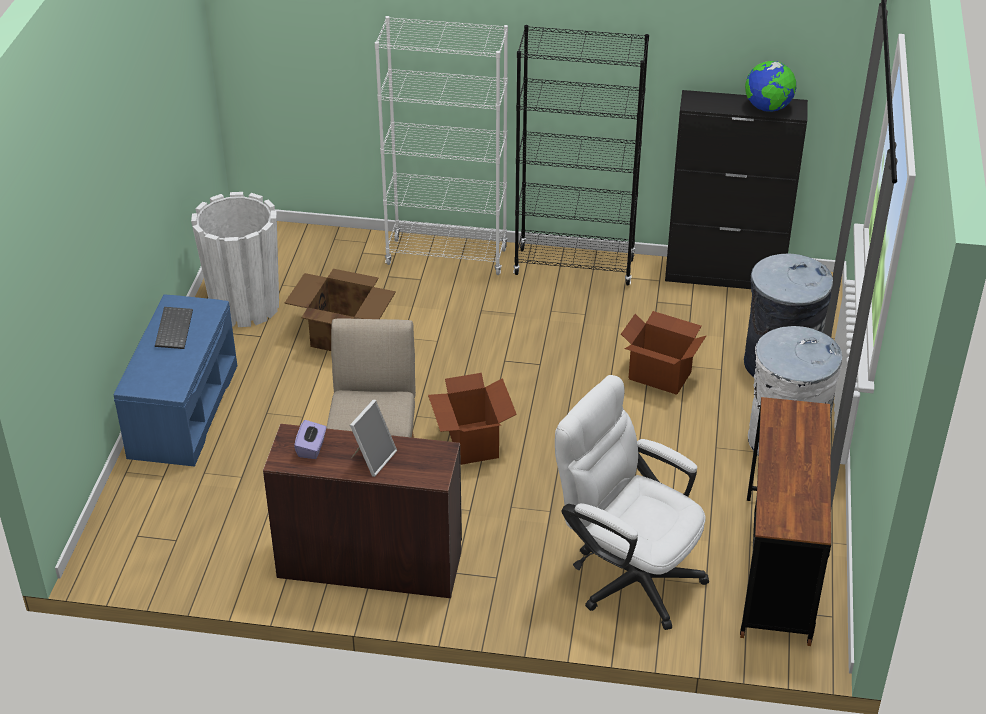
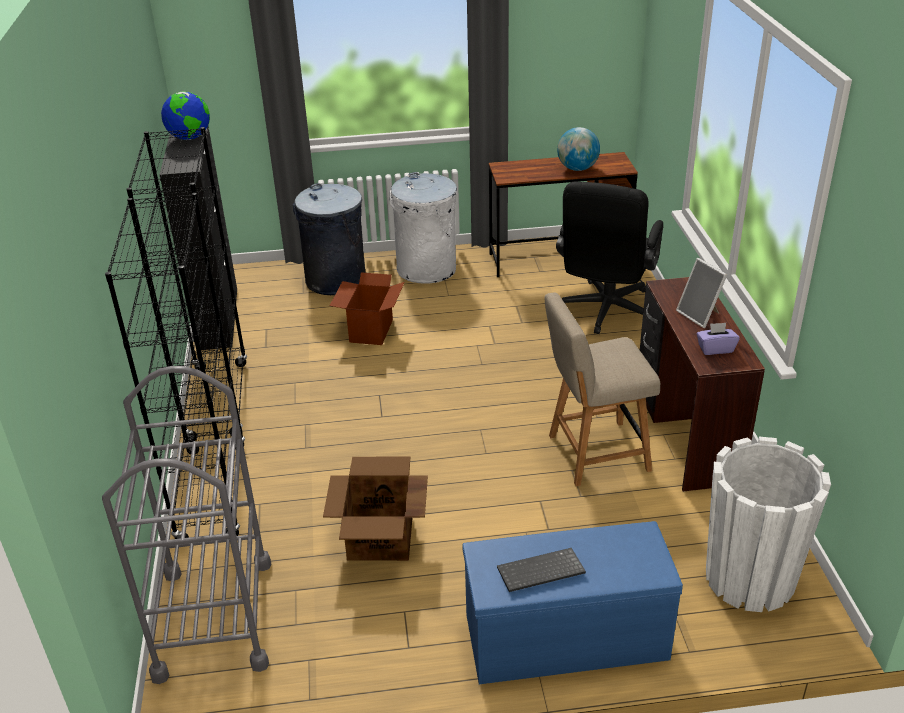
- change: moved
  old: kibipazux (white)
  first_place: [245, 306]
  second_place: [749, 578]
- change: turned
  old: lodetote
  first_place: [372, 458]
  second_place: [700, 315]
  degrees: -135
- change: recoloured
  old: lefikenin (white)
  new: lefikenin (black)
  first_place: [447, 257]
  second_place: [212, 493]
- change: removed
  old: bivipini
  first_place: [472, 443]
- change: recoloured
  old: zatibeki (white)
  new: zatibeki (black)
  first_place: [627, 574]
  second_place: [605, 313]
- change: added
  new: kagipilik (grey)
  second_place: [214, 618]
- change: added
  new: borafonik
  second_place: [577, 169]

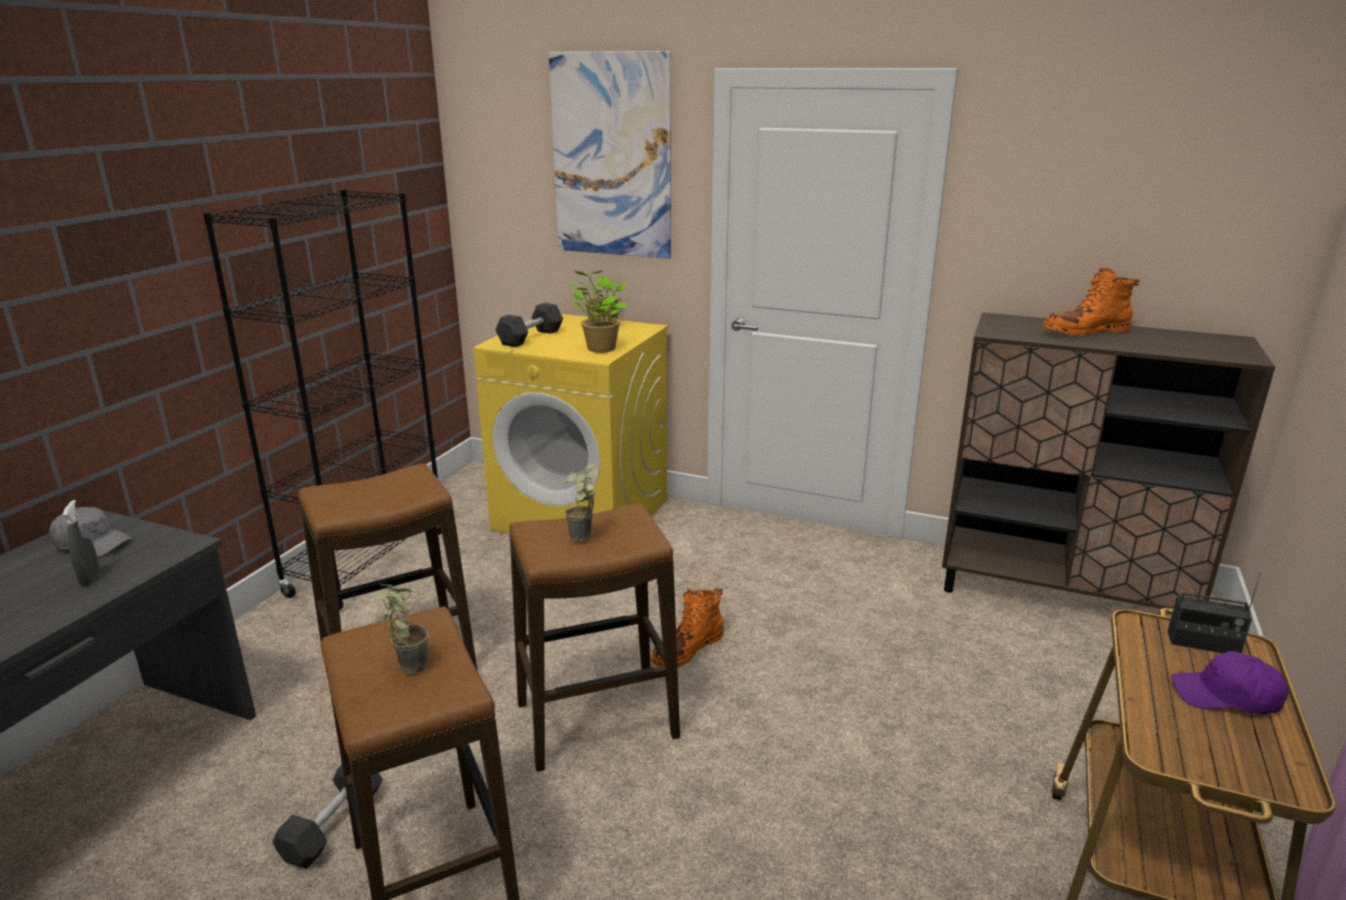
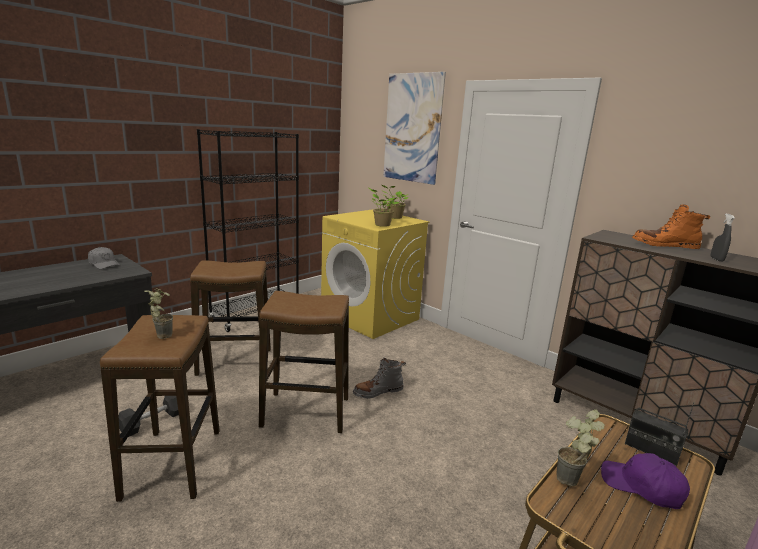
- change: moved
  old: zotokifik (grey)
  first_place: [90, 579]
  second_place: [716, 259]
- change: removed
  old: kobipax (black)
  first_place: [530, 337]
- change: moved
  old: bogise
  first_place: [584, 540]
  second_place: [571, 484]
- change: recoloured
  old: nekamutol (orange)
  new: nekamutol (grey)
  first_place: [687, 649]
  second_place: [378, 392]

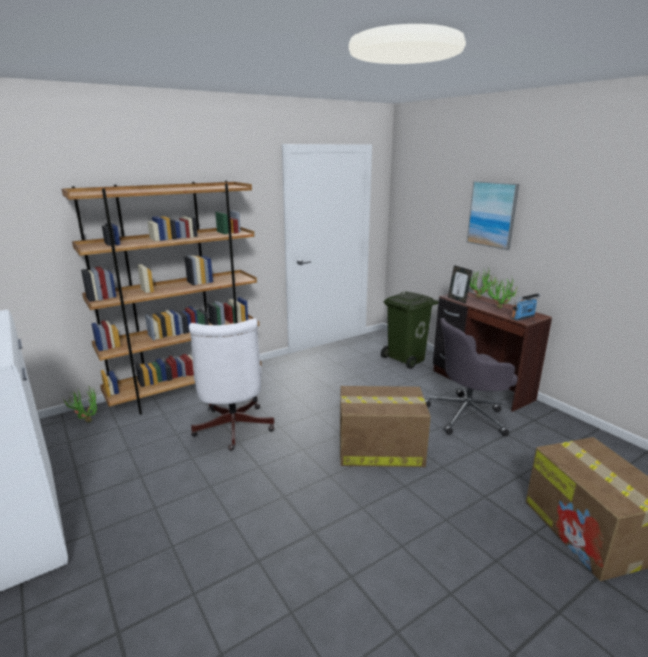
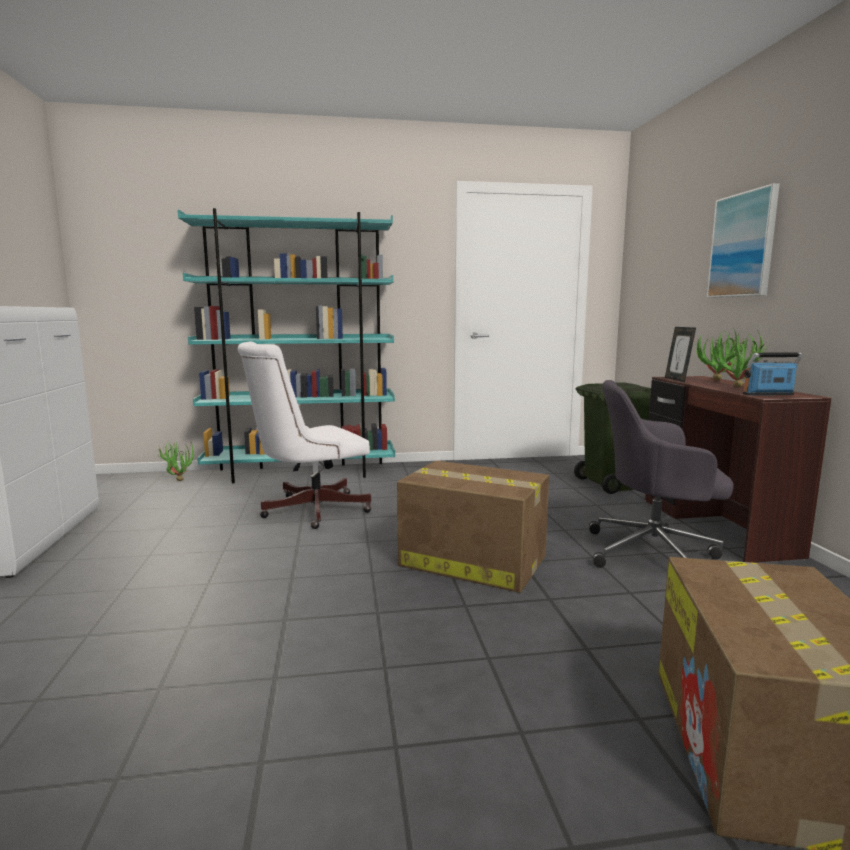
- change: recoloured
  old: lefikenin (brown)
  new: lefikenin (turquoise)
  first_place: [187, 390]
  second_place: [302, 473]
- change: turned
  old: zatibeki (white)
  first_place: [232, 430]
  second_place: [308, 510]
  degrees: 45

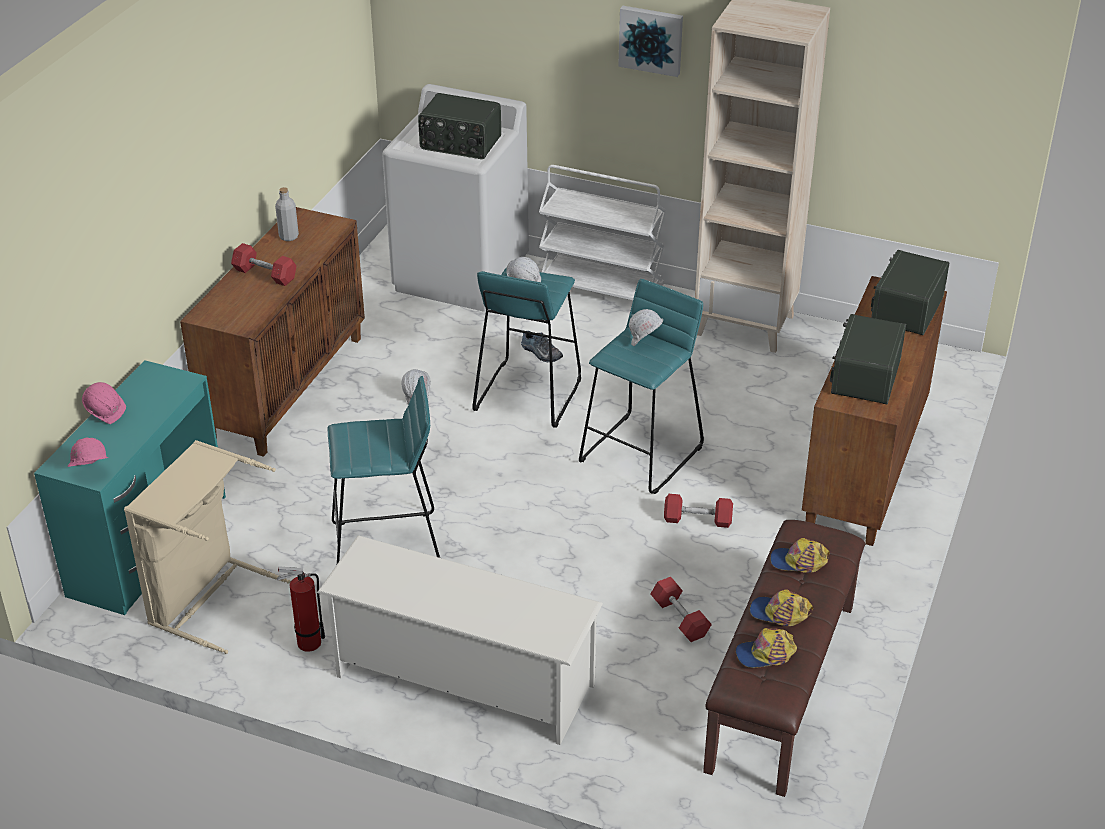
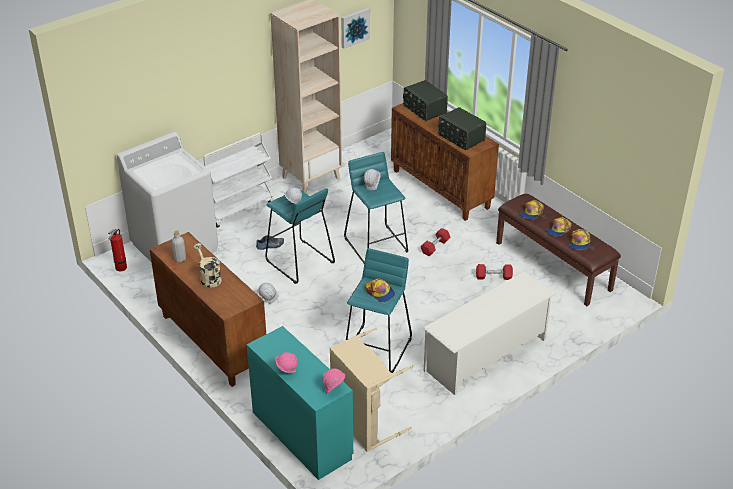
- change: replaced
  old: kobipax (red)
  new: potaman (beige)
  first_place: [265, 274]
  second_place: [209, 278]
- change: moved
  old: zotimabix
  first_place: [306, 643]
  second_place: [120, 268]
- change: removed
  old: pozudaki
  first_place: [460, 144]
- change: moved
  old: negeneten
  first_place: [651, 39]
  second_place: [354, 27]
- change: added
  new: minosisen
  second_place: [380, 292]

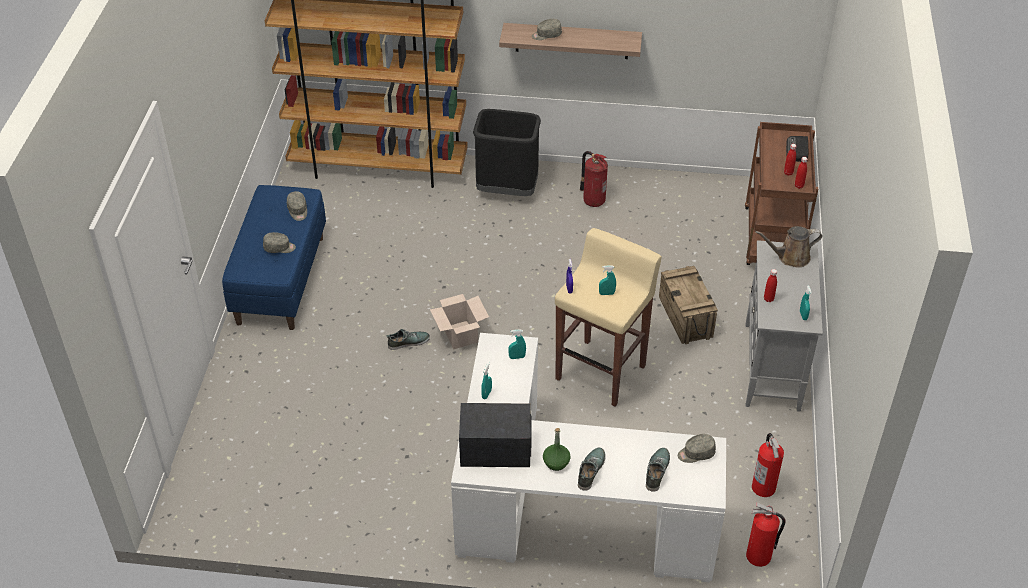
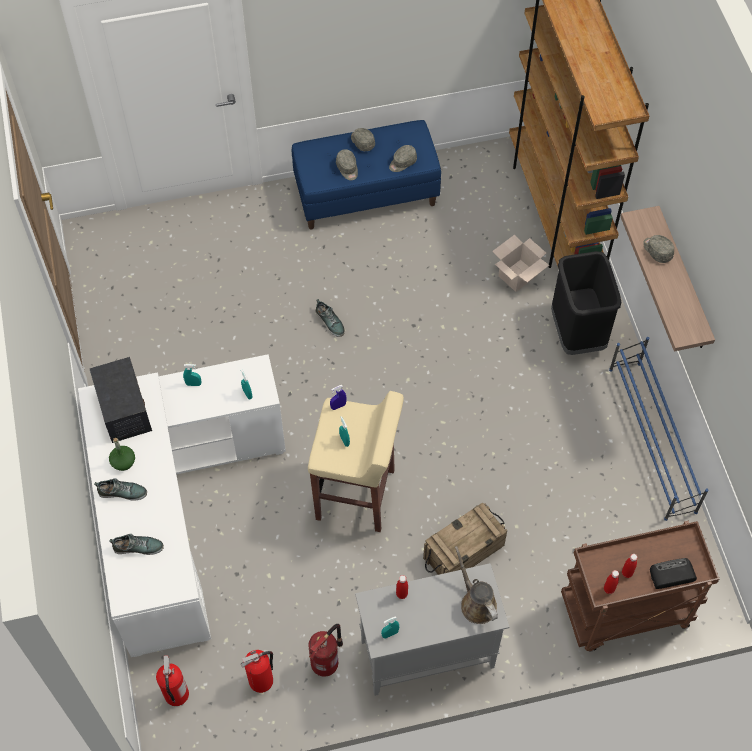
- change: moved
  old: bivipini
  first_place: [459, 334]
  second_place: [518, 274]
- change: moved
  old: zotimabix
  first_place: [593, 200]
  second_place: [326, 662]
- change: moved
  old: minosisen (grey)
  first_place: [696, 453]
  second_place: [362, 142]
- change: added
  new: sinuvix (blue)
  second_place: [651, 440]

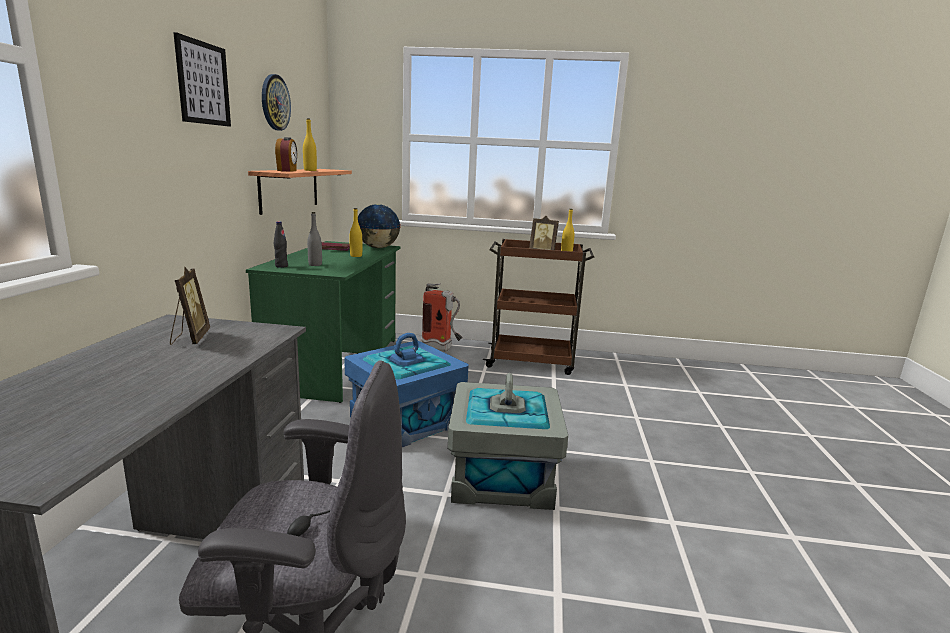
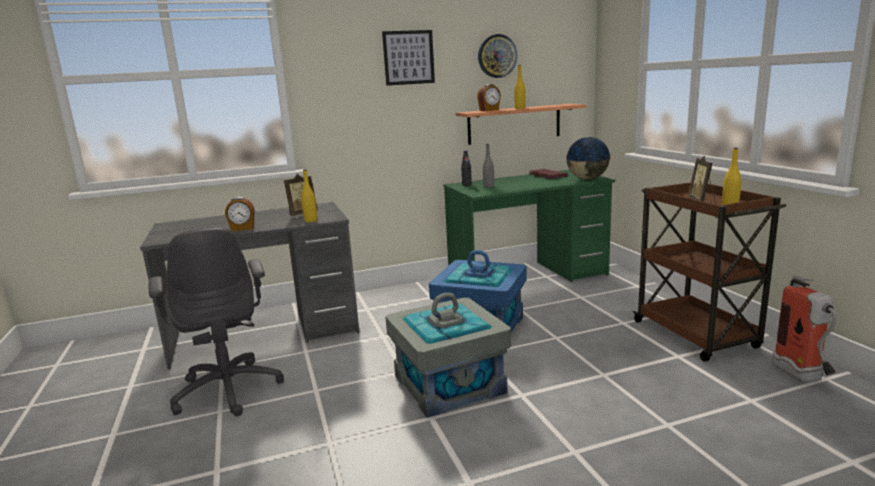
- change: moved
  old: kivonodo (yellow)
  first_place: [356, 256]
  second_place: [311, 221]
- change: moved
  old: zotimabix
  first_place: [441, 349]
  second_place: [802, 378]
- change: added
  new: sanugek
  second_place: [242, 228]

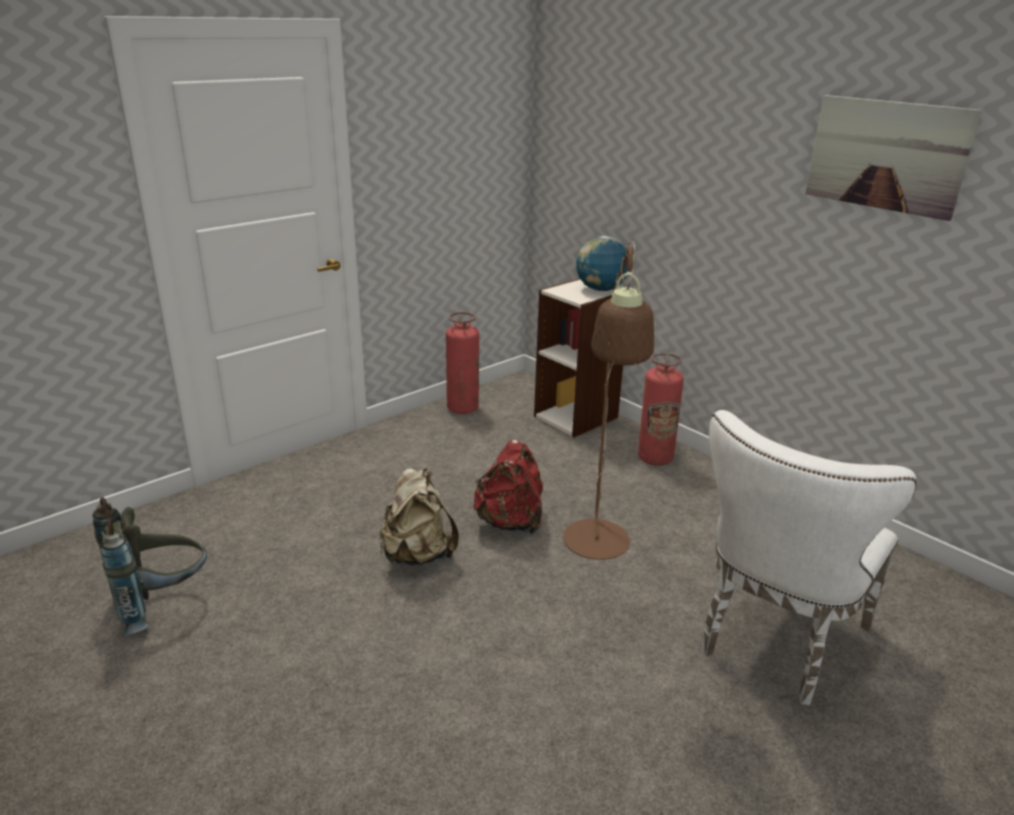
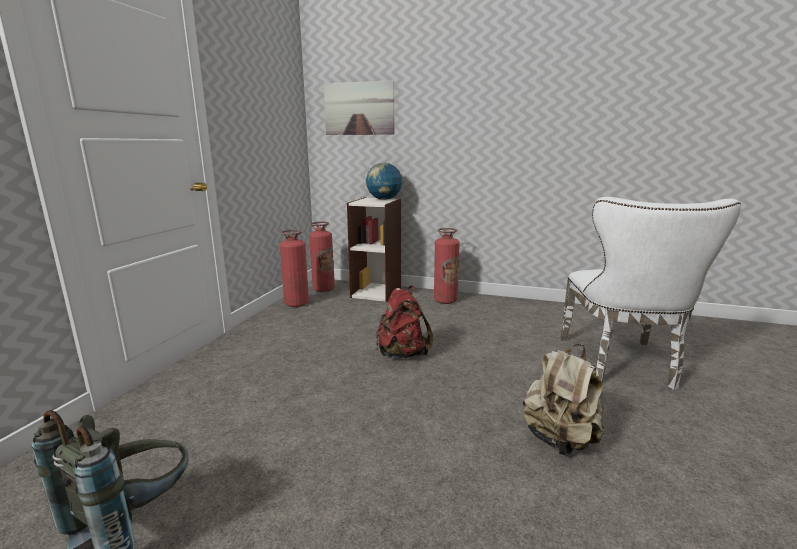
- change: moved
  old: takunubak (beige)
  first_place: [417, 555]
  second_place: [560, 440]
- change: removed
  old: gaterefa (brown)
  first_place: [597, 550]
- change: moved
  old: negeneten
  first_place: [886, 155]
  second_place: [359, 108]
- change: added
  new: zotimabix
  second_place: [323, 289]

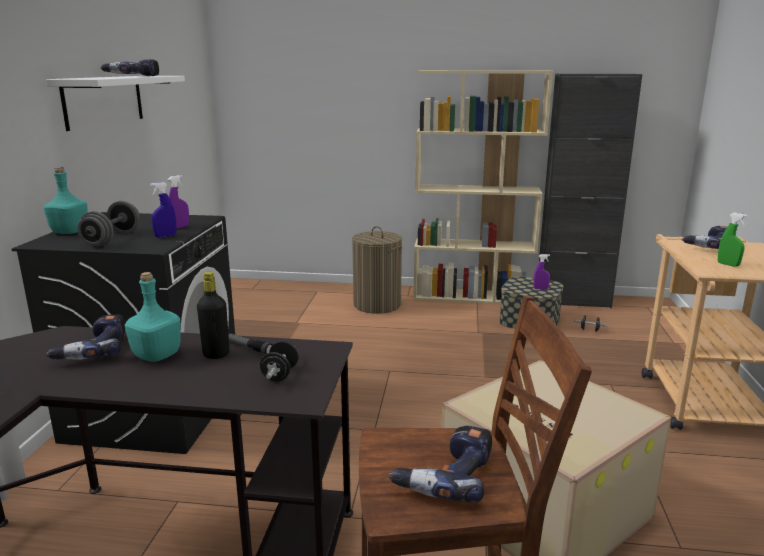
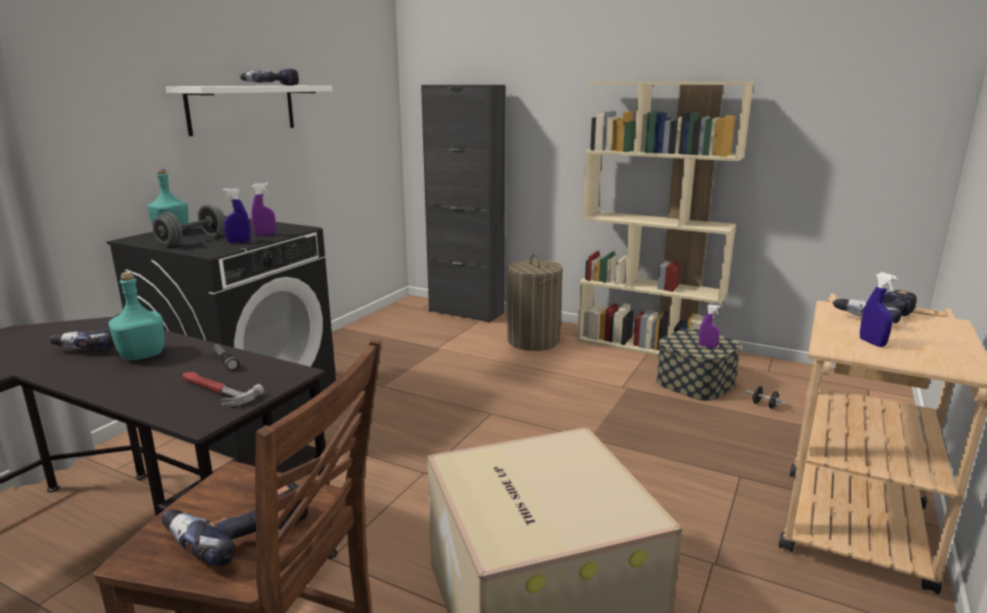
- change: removed
  old: kivonodo (black)
  first_place: [216, 354]
- change: replaced
  old: kobipax (black)
  new: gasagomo
  first_place: [280, 374]
  second_place: [216, 391]
- change: moved
  old: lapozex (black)
  first_place: [572, 301]
  second_place: [466, 312]
- change: recoloured
  old: zotokifik (green)
  new: zotokifik (blue)
  first_place: [728, 264]
  second_place: [872, 343]

